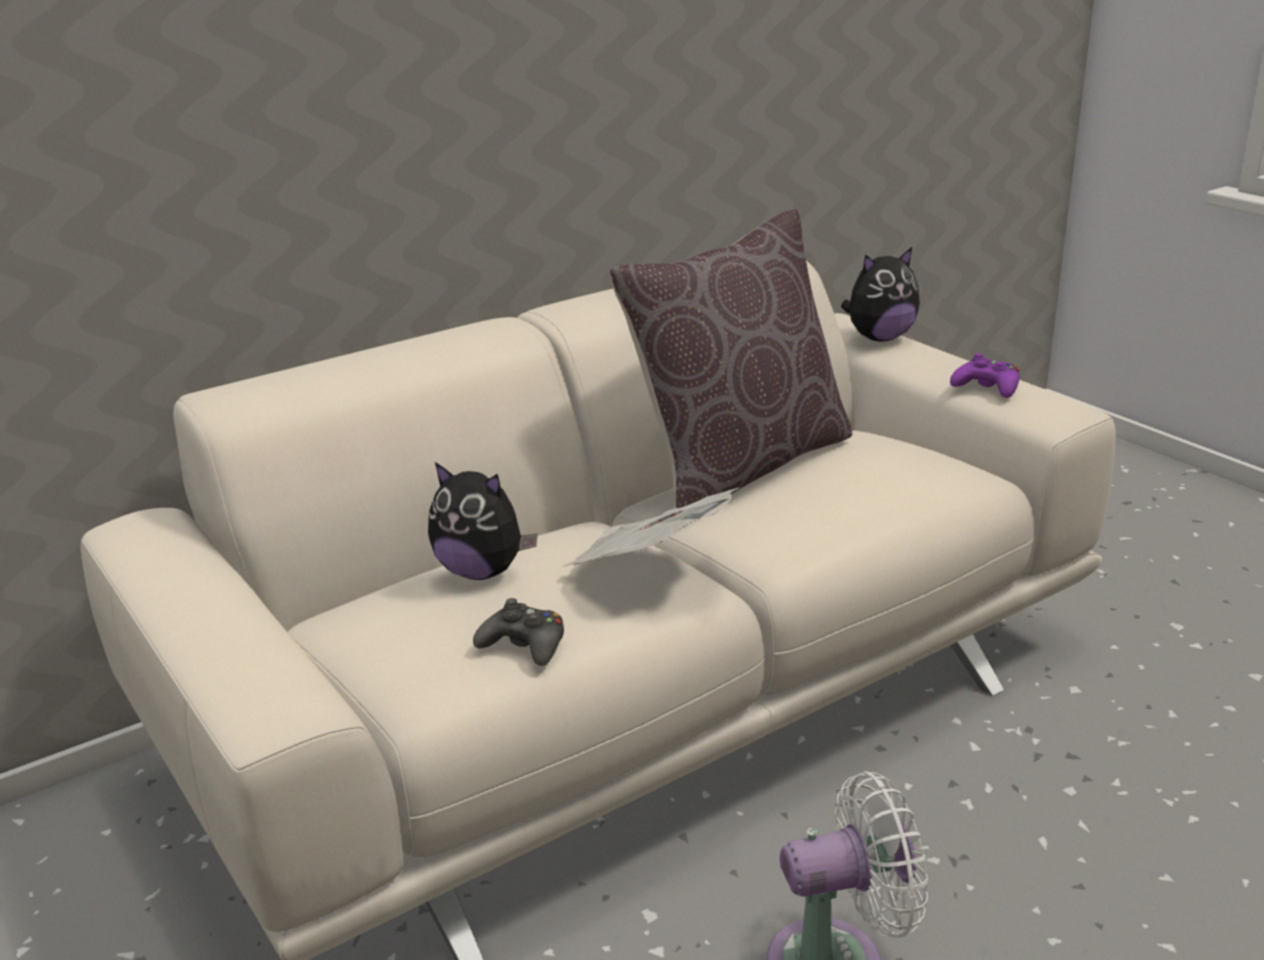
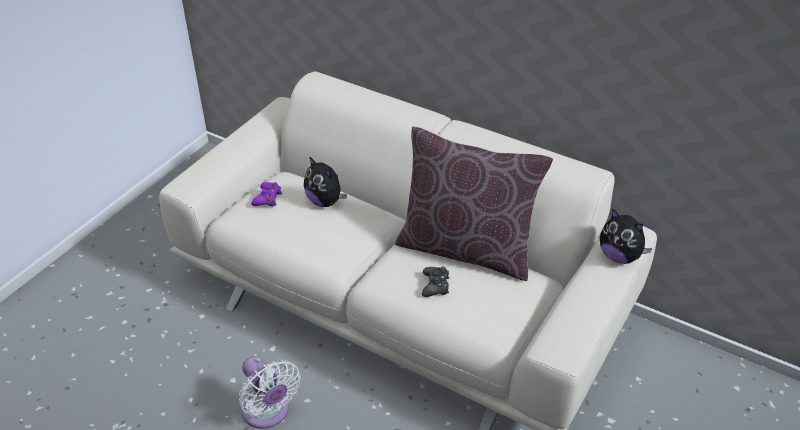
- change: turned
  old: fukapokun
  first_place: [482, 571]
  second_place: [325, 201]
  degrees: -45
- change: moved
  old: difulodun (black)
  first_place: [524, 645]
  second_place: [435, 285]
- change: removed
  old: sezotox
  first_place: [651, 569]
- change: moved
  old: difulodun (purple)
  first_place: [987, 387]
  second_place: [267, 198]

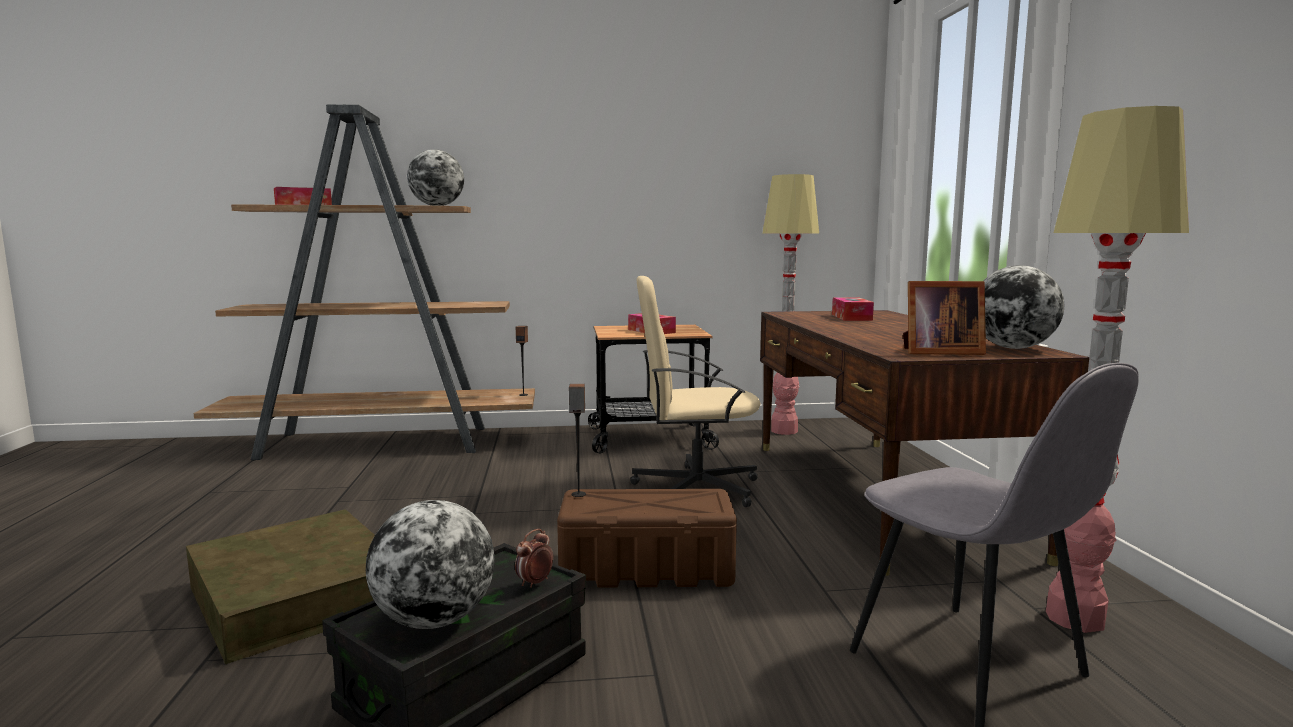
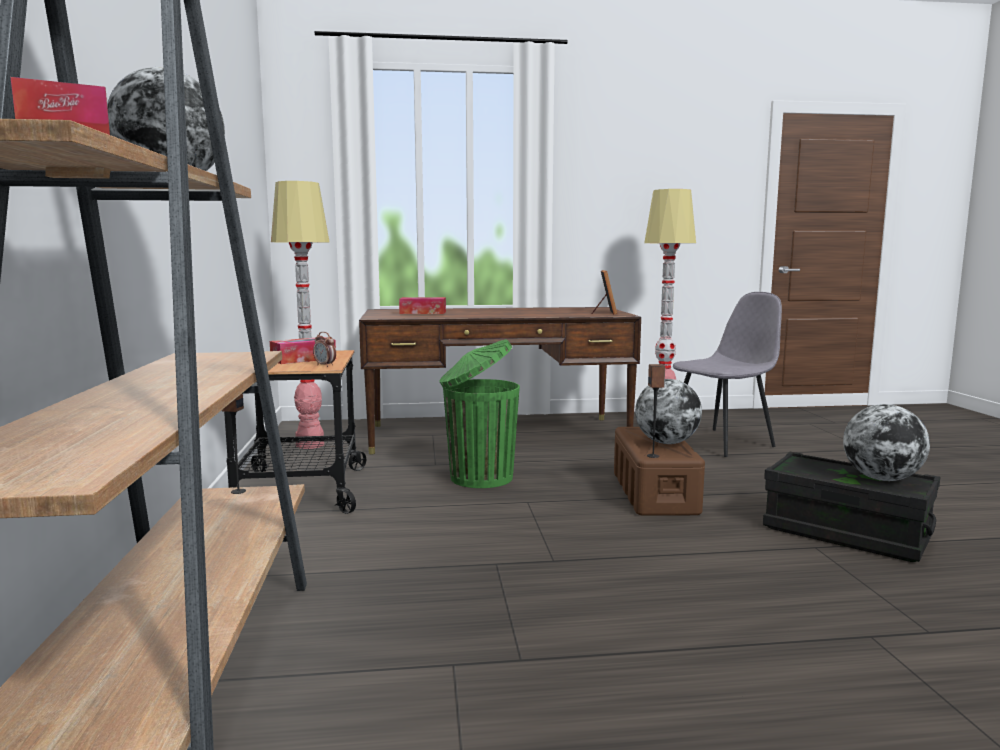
- change: removed
  old: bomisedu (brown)
  first_place: [297, 596]
- change: moved
  old: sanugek
  first_place: [534, 583]
  second_place: [325, 365]
- change: replaced
  old: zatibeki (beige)
  new: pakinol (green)
  first_place: [694, 488]
  second_place: [479, 478]
- change: moved
  old: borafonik
  first_place: [1012, 348]
  second_place: [666, 443]

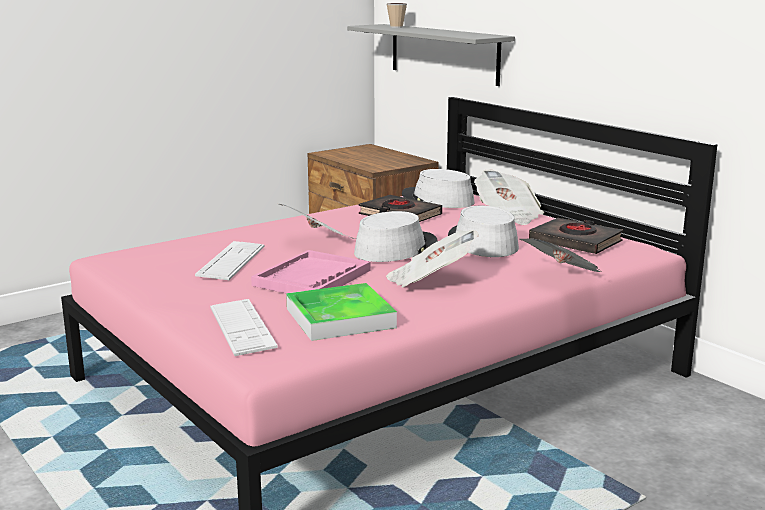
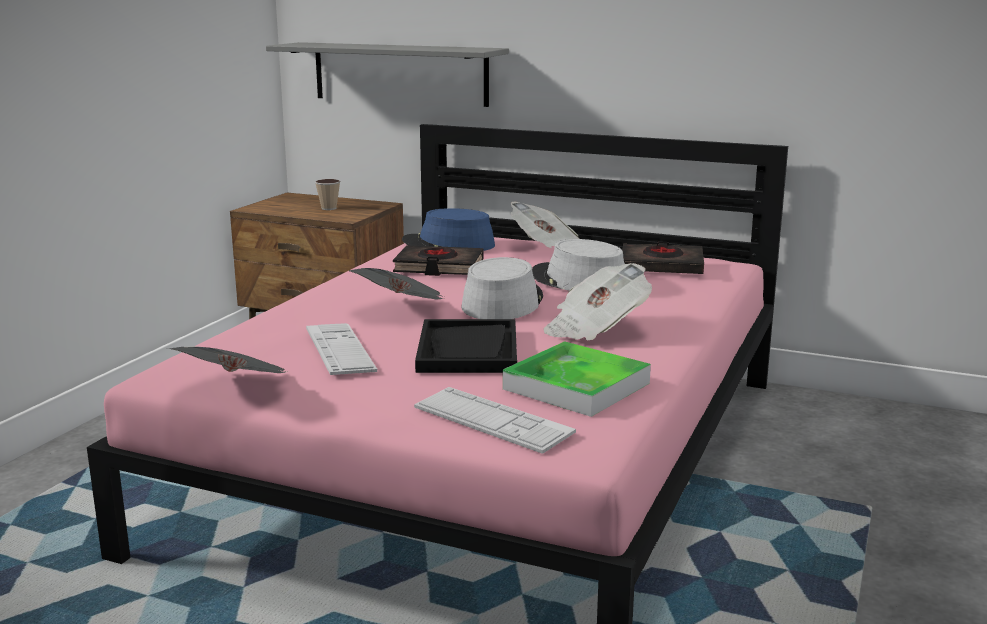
- change: recoloured
  old: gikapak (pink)
  new: gikapak (black)
  first_place: [312, 278]
  second_place: [468, 350]
- change: moved
  old: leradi
  first_place: [396, 27]
  second_place: [329, 208]
- change: recoloured
  old: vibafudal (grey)
  new: vibafudal (blue)
  first_place: [437, 199]
  second_place: [448, 245]
- change: moved
  old: sezotox
  first_place: [562, 278]
  second_place: [237, 391]

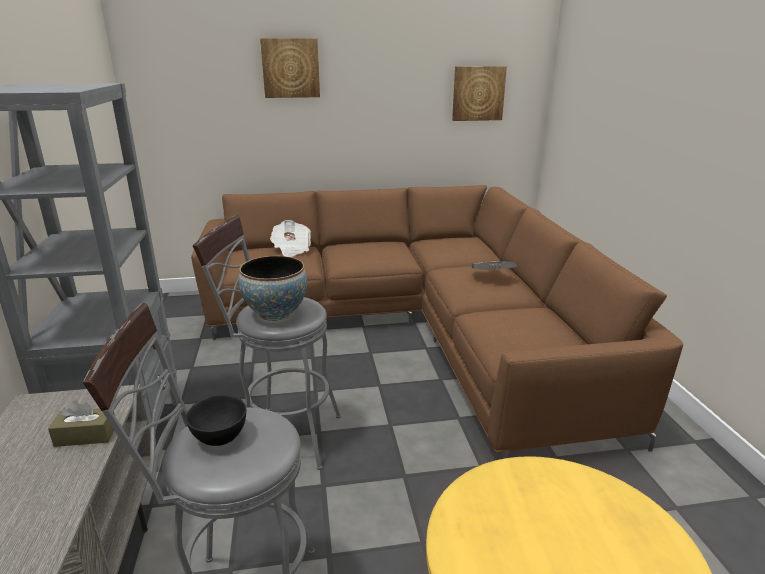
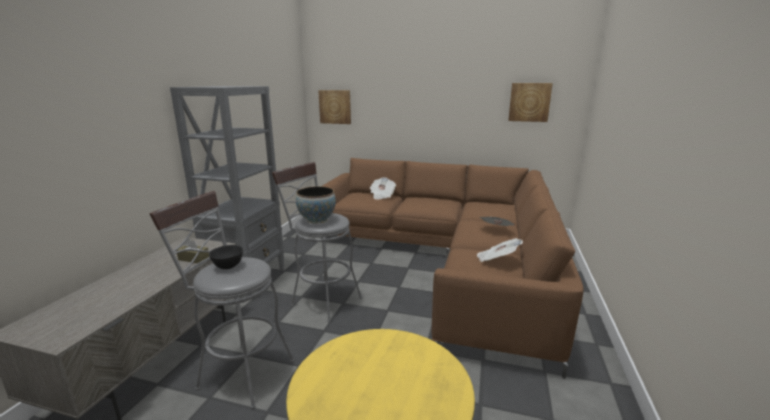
- change: moved
  old: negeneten
  first_place: [290, 68]
  second_place: [335, 107]
- change: added
  new: sezotox
  second_place: [496, 260]

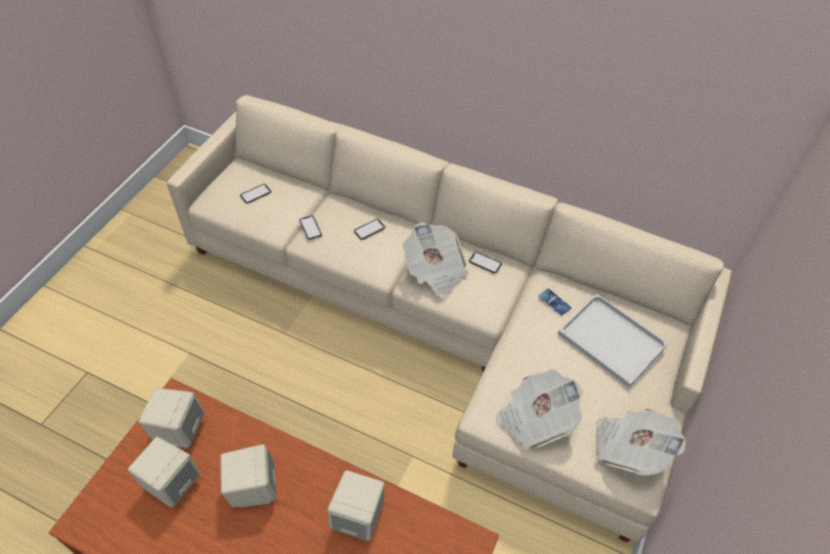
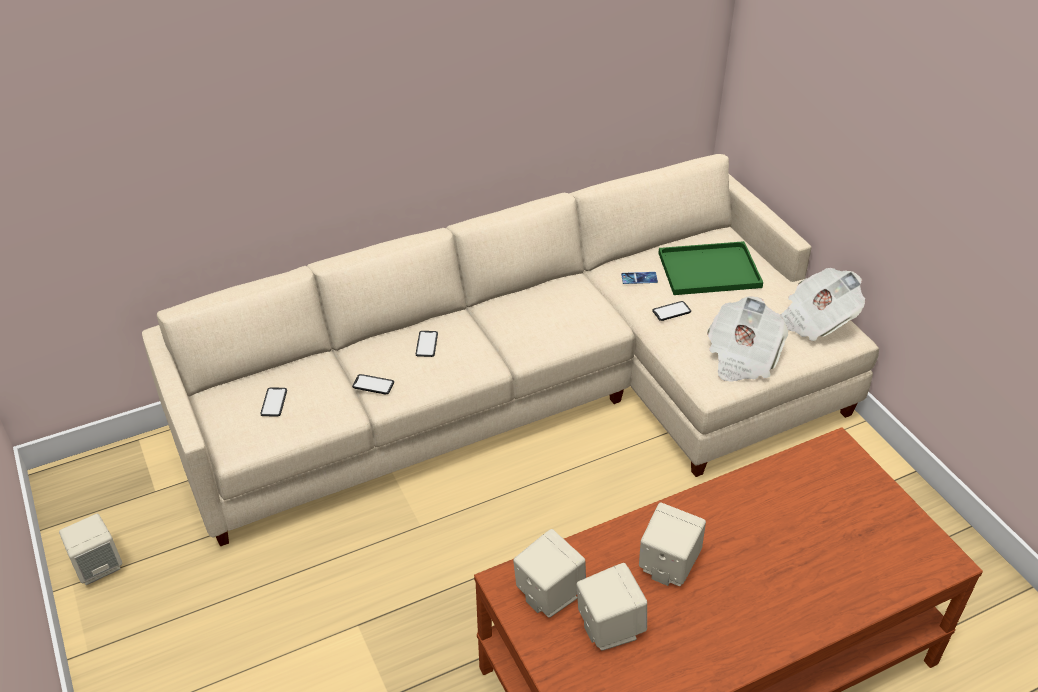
- change: moved
  old: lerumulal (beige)
  first_place: [358, 516]
  second_place: [98, 566]
- change: removed
  old: sezotox
  first_place: [435, 271]
- change: moved
  old: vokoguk
  first_place: [485, 263]
  second_place: [671, 311]
- change: recoloured
  old: gikapak (white)
  new: gikapak (green)
  first_place: [609, 340]
  second_place: [707, 271]

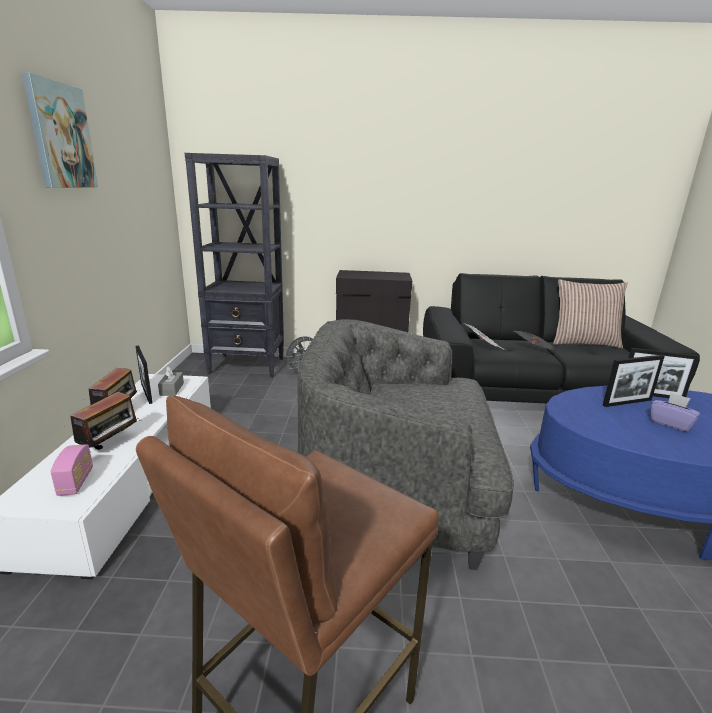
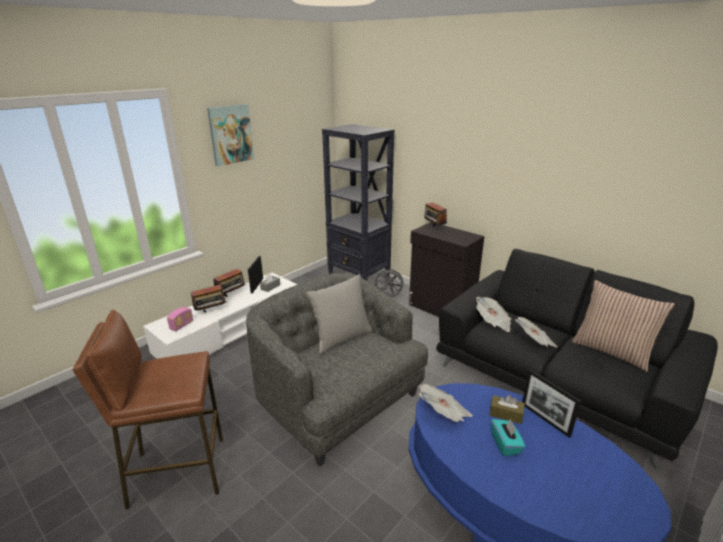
- change: replaced
  old: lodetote
  new: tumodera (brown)
  first_place: [627, 402]
  second_place: [506, 414]
- change: recoloured
  old: tumodera (purple)
  new: tumodera (turquoise)
  first_place: [670, 423]
  second_place: [505, 444]
- change: added
  new: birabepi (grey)
  second_place: [341, 338]
- change: added
  new: sezotox
  second_place: [444, 414]
- change: added
  new: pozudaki
  second_place: [434, 228]

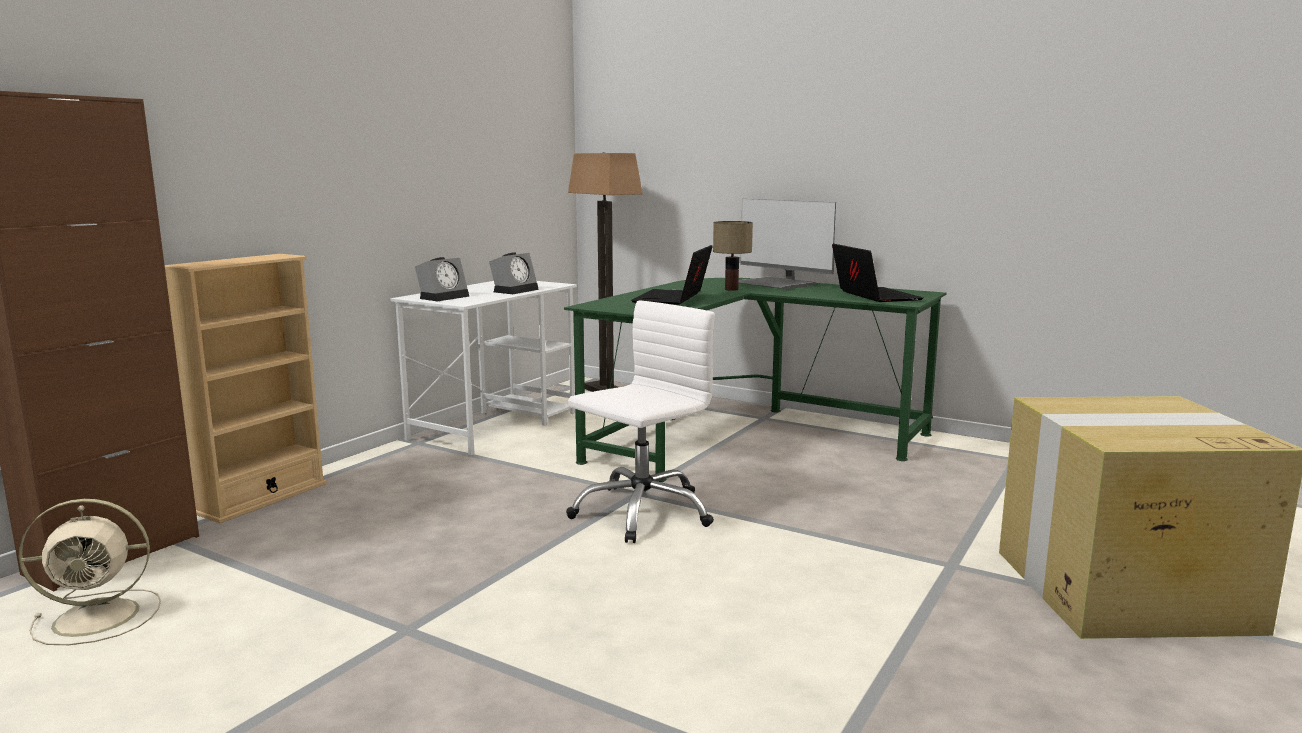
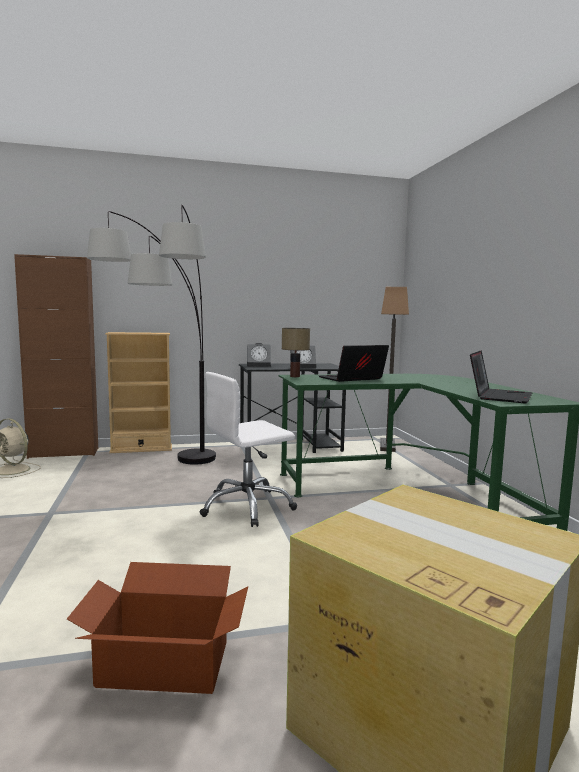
- change: recoloured
  old: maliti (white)
  new: maliti (black)
  first_place: [495, 425]
  second_place: [291, 446]
- change: turned
  old: zatibeki (white)
  first_place: [641, 512]
  second_place: [247, 507]
  degrees: 150
- change: moved
  old: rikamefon
  first_place: [731, 289]
  second_place: [294, 376]
- change: removed
  old: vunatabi
  first_place: [776, 284]
- change: added
  new: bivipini
  second_place: [164, 665]
- change: added
  new: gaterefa
  second_place: [167, 472]

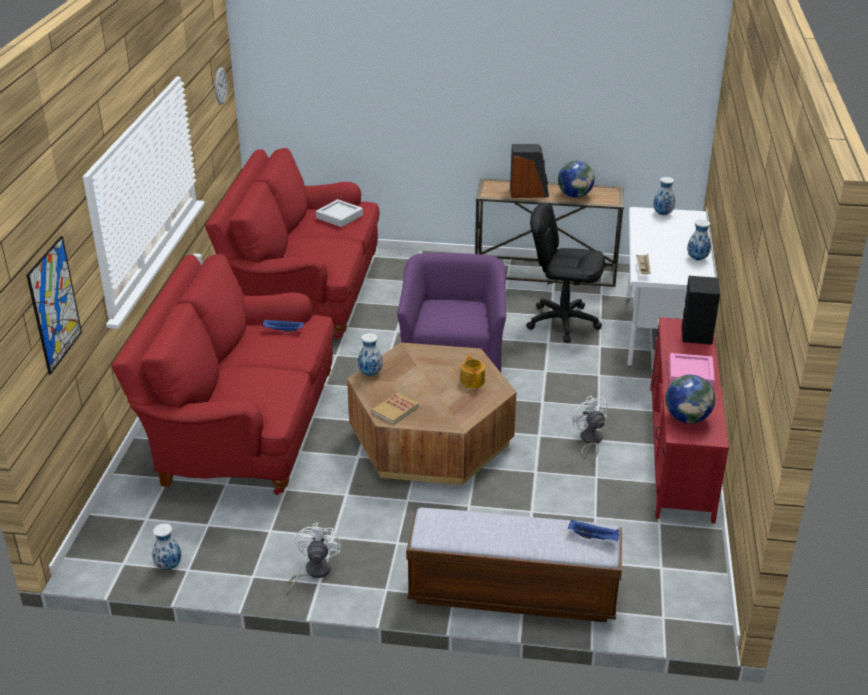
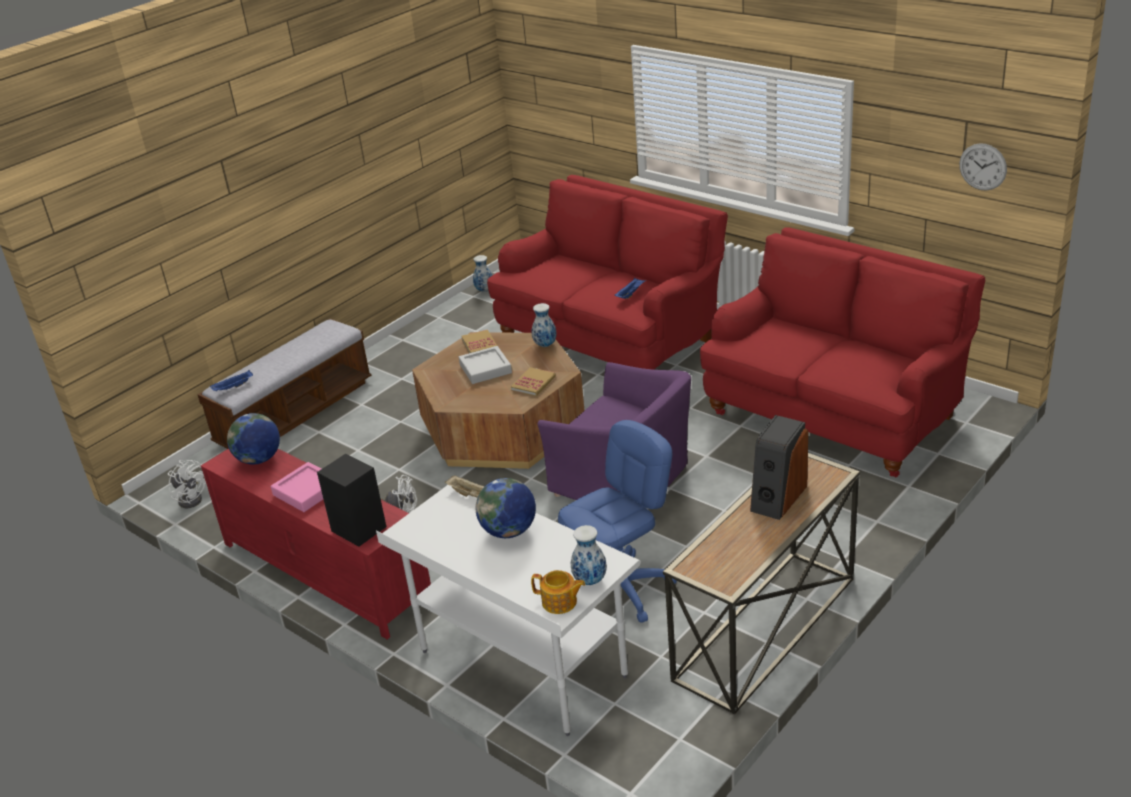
- change: removed
  old: negeneten
  first_place: [54, 305]
- change: moved
  old: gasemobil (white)
  first_place: [313, 572]
  second_place: [191, 498]
- change: moved
  old: gikapak (grey)
  first_place: [339, 216]
  second_place: [485, 369]
- change: moved
  old: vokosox
  first_place: [472, 381]
  second_place: [560, 602]
- change: recoloured
  old: zatibeki (black)
  new: zatibeki (blue)
  first_place: [563, 322]
  second_place: [621, 589]
- change: moved
  old: borafonik
  first_place: [575, 195]
  second_place: [509, 531]
- change: removed
  old: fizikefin
  first_place: [697, 259]
- change: added
  new: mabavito
  second_place: [533, 383]

